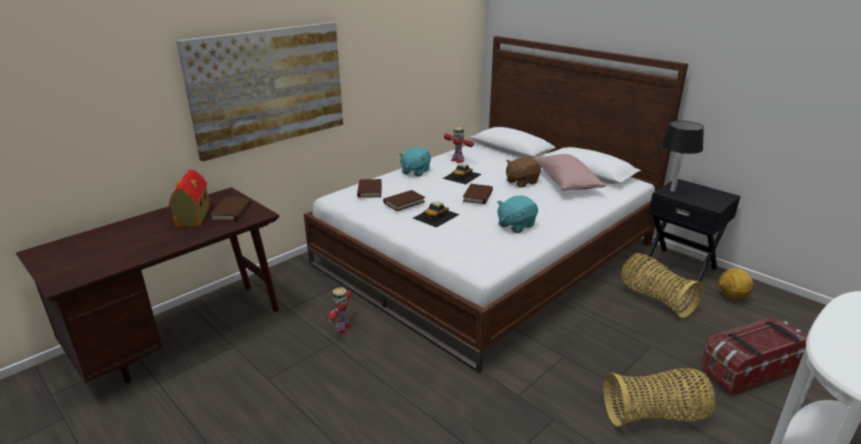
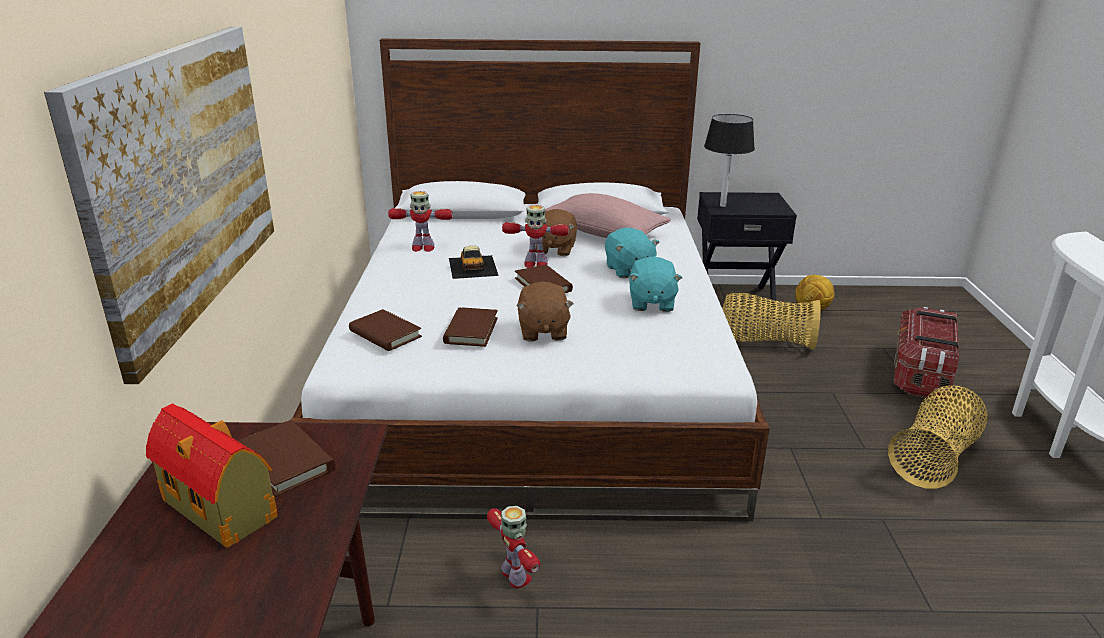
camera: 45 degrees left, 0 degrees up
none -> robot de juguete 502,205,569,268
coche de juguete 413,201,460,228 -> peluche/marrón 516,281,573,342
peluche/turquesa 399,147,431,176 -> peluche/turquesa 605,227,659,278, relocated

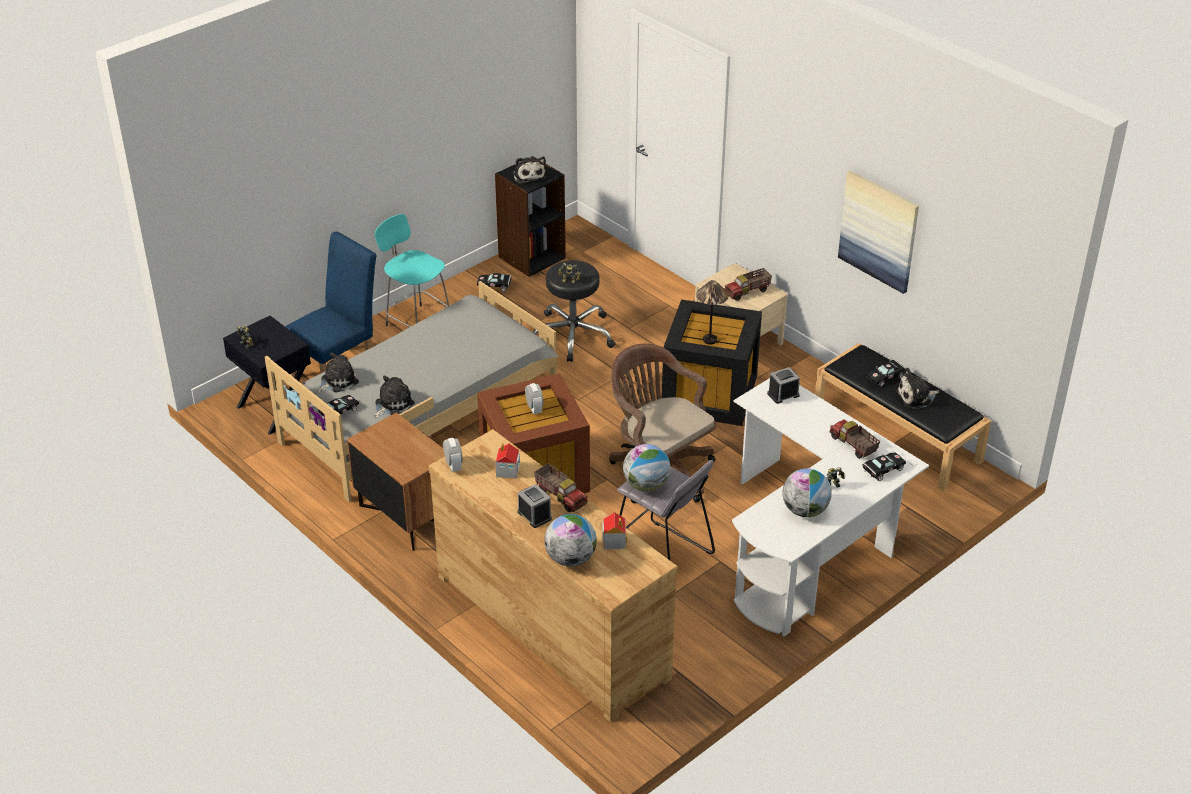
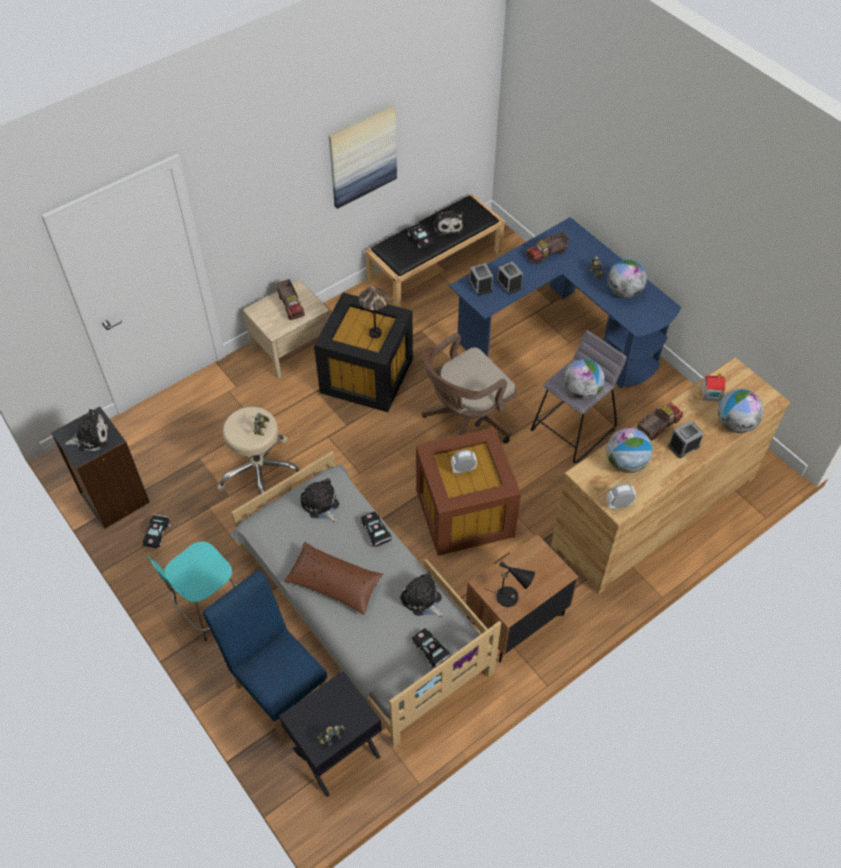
camera: 85 degrees left, 15 degrees up
taburete/negro 533,260,616,362 -> taburete/beis 217,407,300,507
none -> cojín/marrón 284,542,384,615
peluche 316,352,359,393 -> peluche 301,478,339,523, relocated
coche de juguete/negro 862,452,906,481 -> coche de juguete/negro 361,511,392,547, relocated
escritorio/blanco 732,378,929,637 -> escritorio/azul 449,217,681,388
none -> lámpara de mesa/negro 484,561,535,607
none -> despertador 497,261,523,295
casita 495,443,520,479 -> globo terráqueo 606,428,653,473

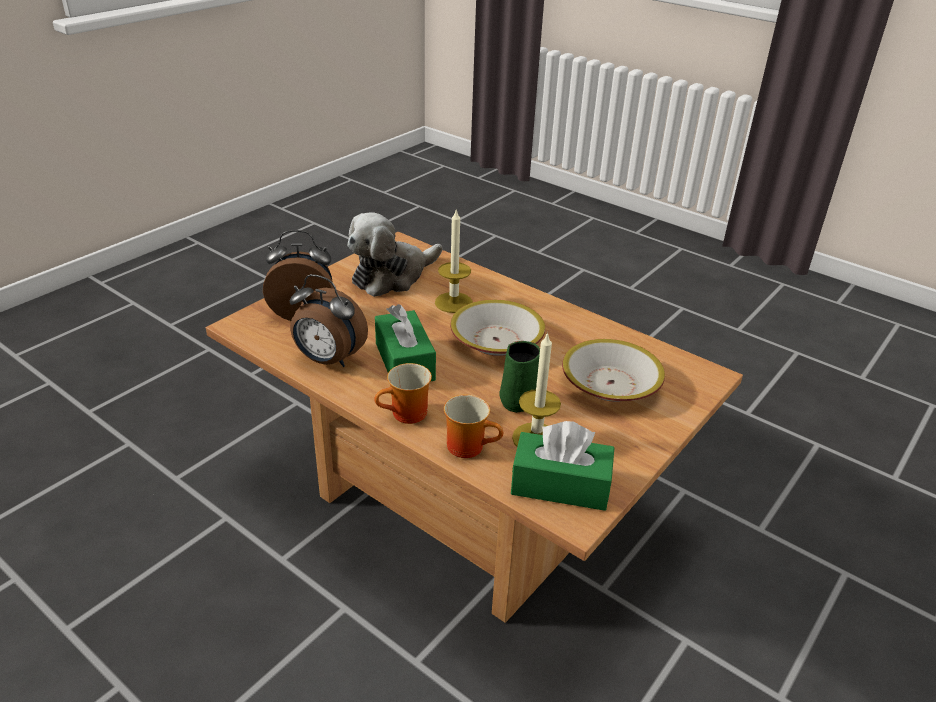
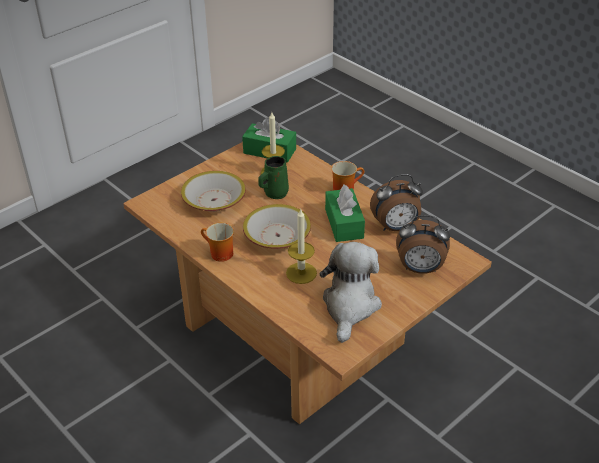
camera: 170 degrees left, 5 degrees up
taza grande 444,395,503,458 -> taza grande 201,223,234,262, relocated
peluche 347,212,442,297 -> peluche 319,242,382,343, 45 degrees counterclockwise
despertador 290,274,368,367 -> despertador 370,174,423,231, 135 degrees clockwise

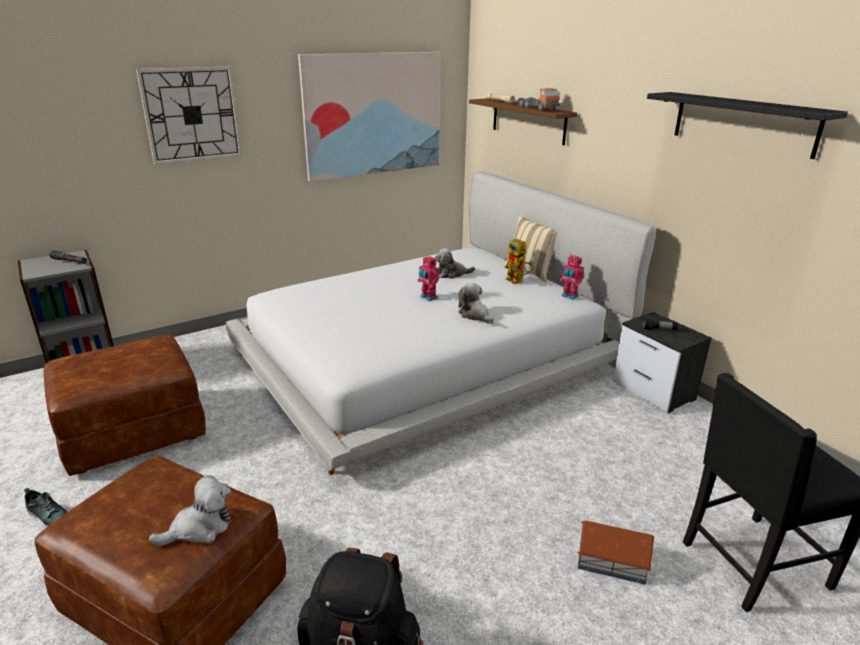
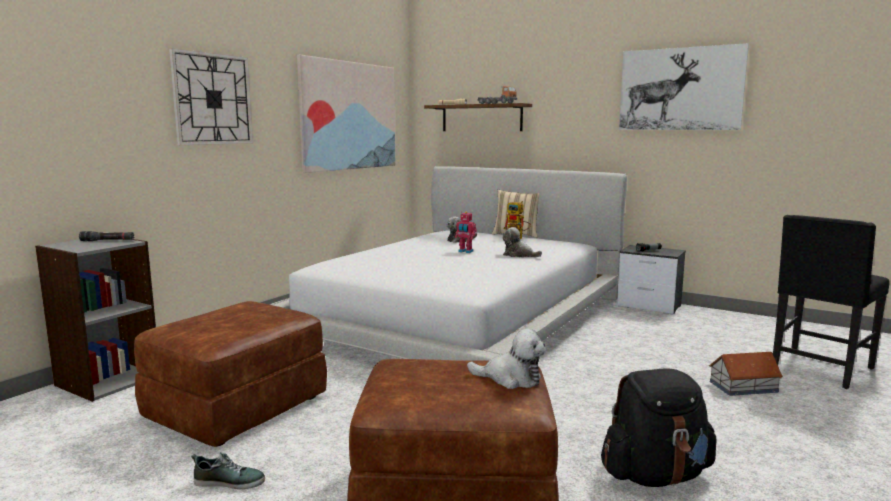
camera: 25 degrees left, 15 degrees down
peluche 149,475,231,546 -> peluche 467,329,546,389, 75 degrees clockwise
estante/negro 647,92,848,159 -> cuadro 619,43,749,130
robot de juguete 560,255,584,300 -> none

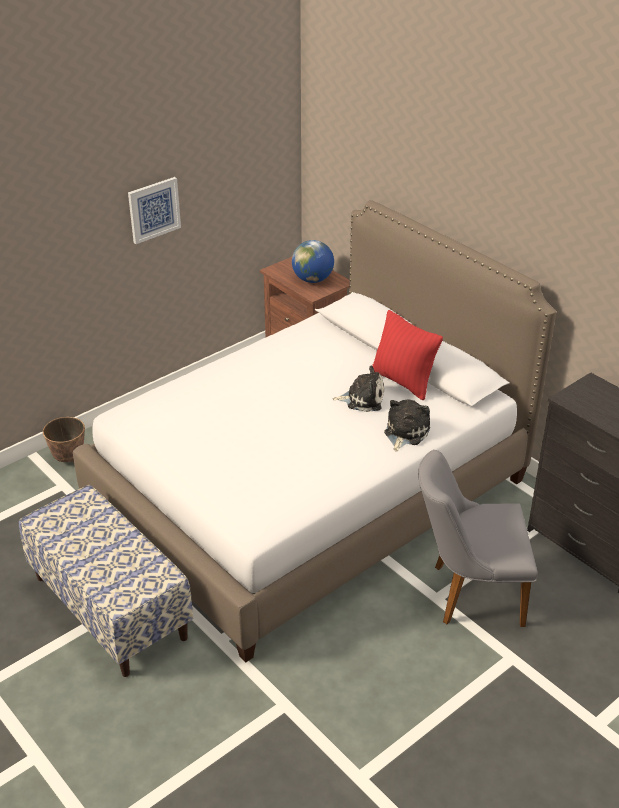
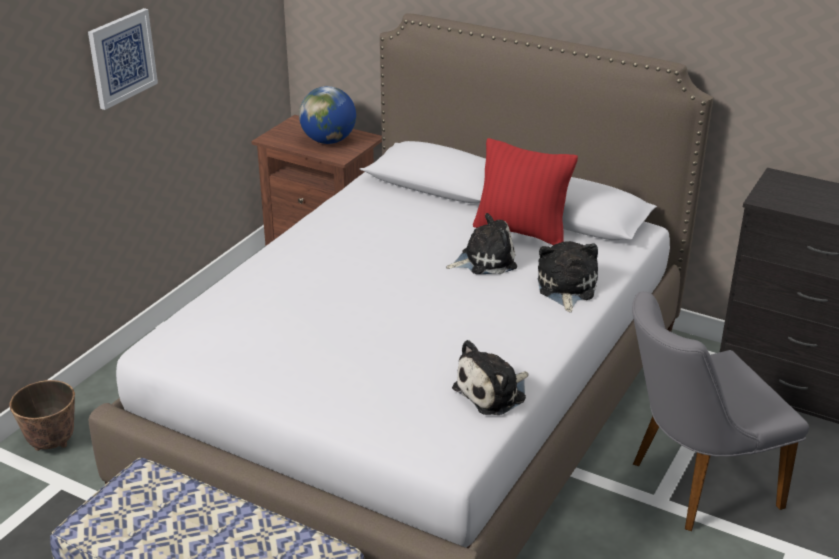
camera: 20 degrees left, 5 degrees down
none -> peluche 452,340,529,415

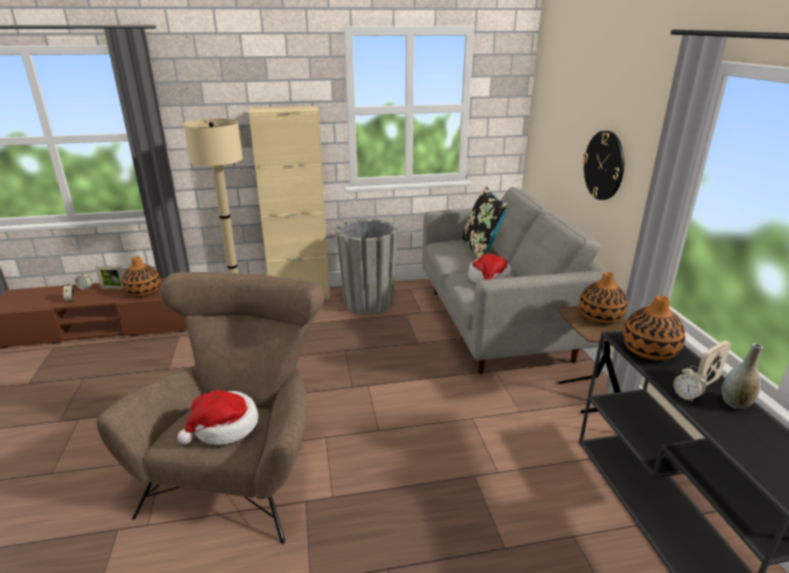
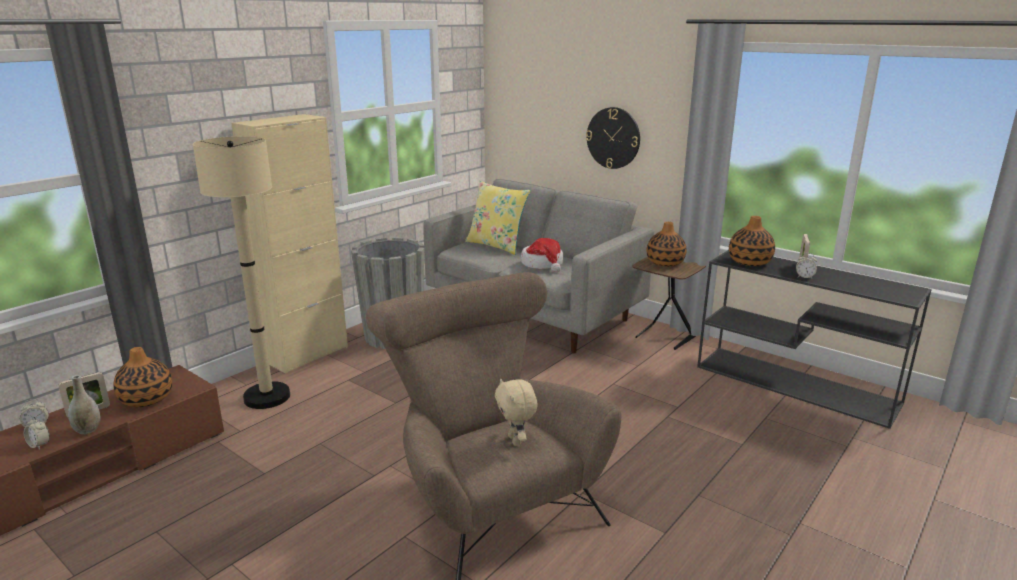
camera: 40 degrees left, 5 degrees down
florero/gris 722,343,763,409 -> florero/gris 68,375,100,434, relocated
cojín/negro 462,186,509,259 -> cojín/amarillo 465,181,531,255
sombrero 177,390,258,445 -> peluche/beis 495,379,538,446

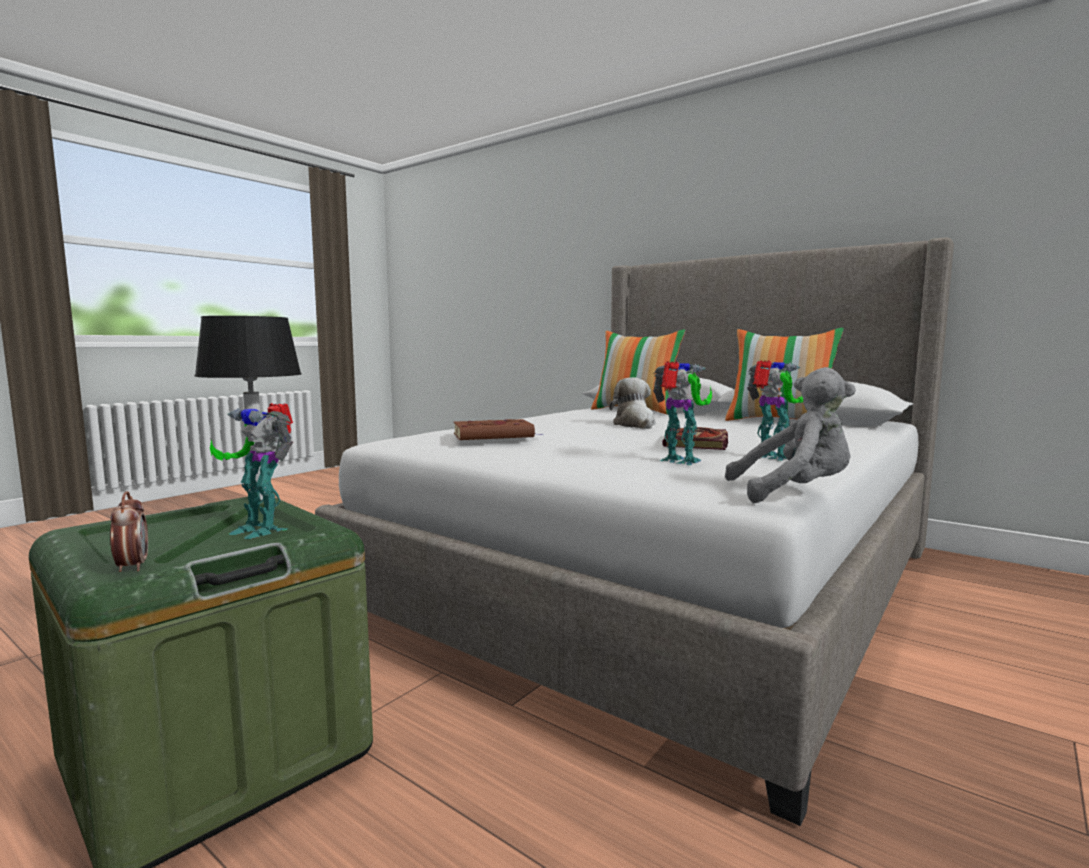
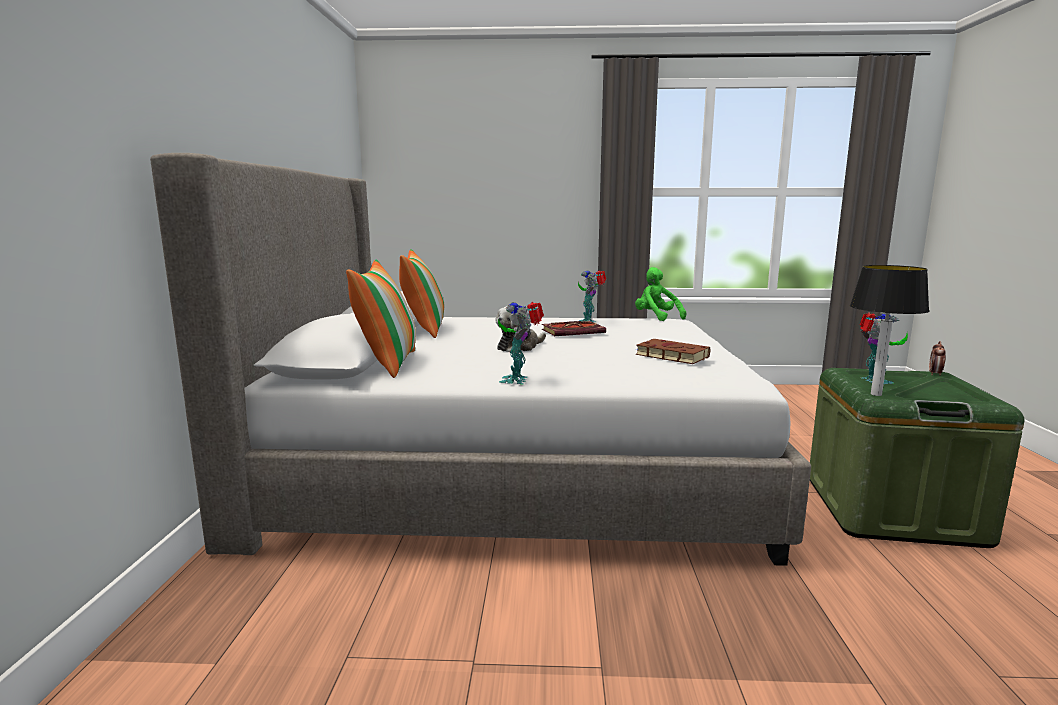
camera: 125 degrees left, 5 degrees up
robot de juguete 653,361,712,465 -> robot de juguete 498,302,544,385, relocated
peluche/gris 725,367,856,503 -> peluche/verde 635,267,687,321

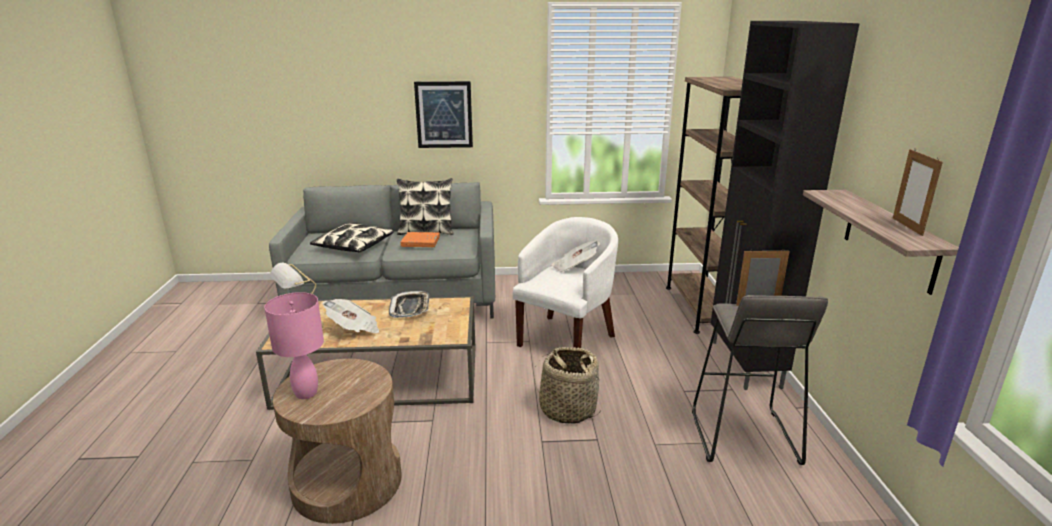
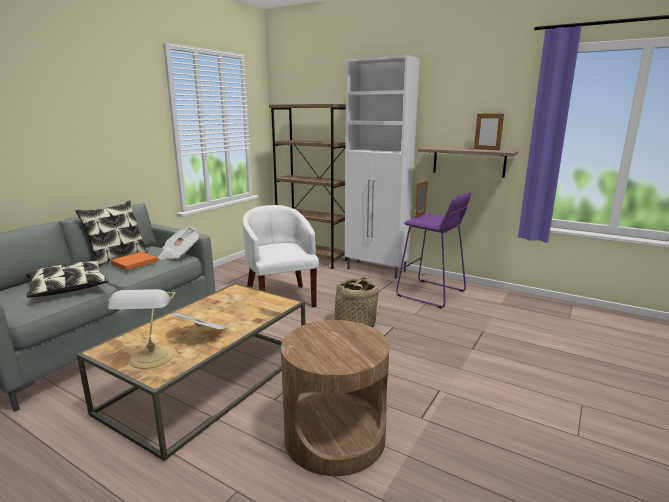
camera: 55 degrees left, 5 degrees down
periódico 551,241,600,272 -> periódico 158,228,199,259, relocated
armario/negro 711,21,860,390 -> armario/blanco 345,55,420,279
taburete/gris 692,295,828,465 -> taburete/morado 396,193,471,308
lámpara de mesa/rosa 264,292,324,399 -> none
bandeja 389,291,429,318 -> none
cuadro 414,81,473,148 -> none

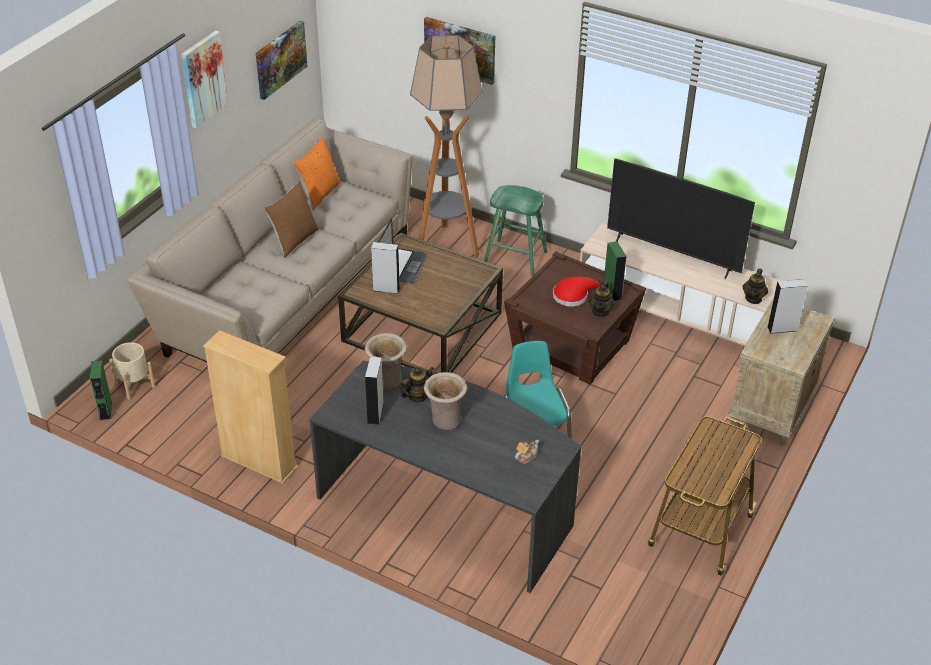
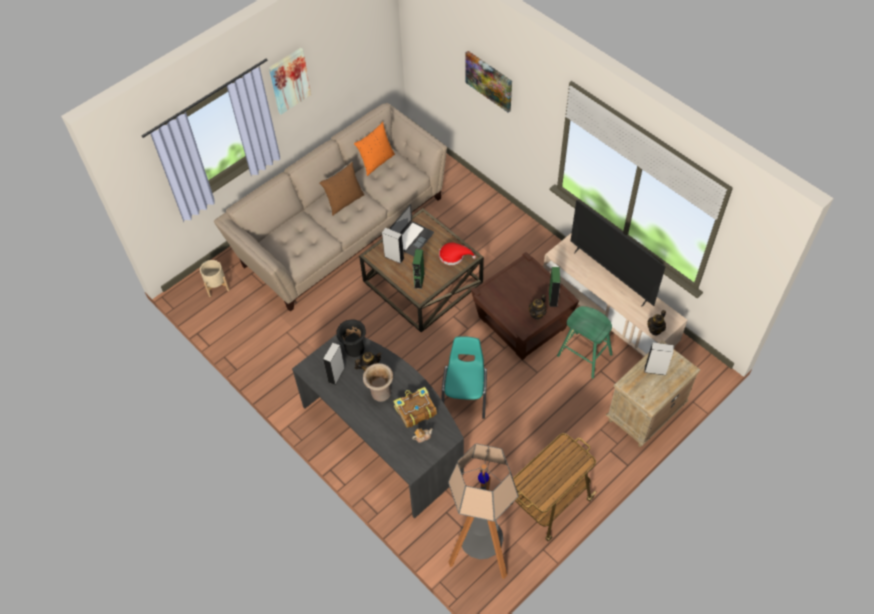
camera: 20 degrees right, 15 degrees up
florero/beis 365,333,407,389 -> florero/negro 336,319,366,357
none -> libro 393,387,437,428
altavoz/verde 90,360,112,421 -> altavoz/verde 413,249,425,289, relocated
sombrero/rojo 553,277,601,307 -> sombrero/rojo 439,243,476,265, relocated
lámpara de pie 410,35,483,258 -> lámpara de pie 448,443,519,579, relocated
taburete/verde 484,185,547,276 -> taburete/verde 557,306,613,379, relocated
estantería/beis 203,330,298,484 -> none
cuadro 256,21,308,100 -> none

